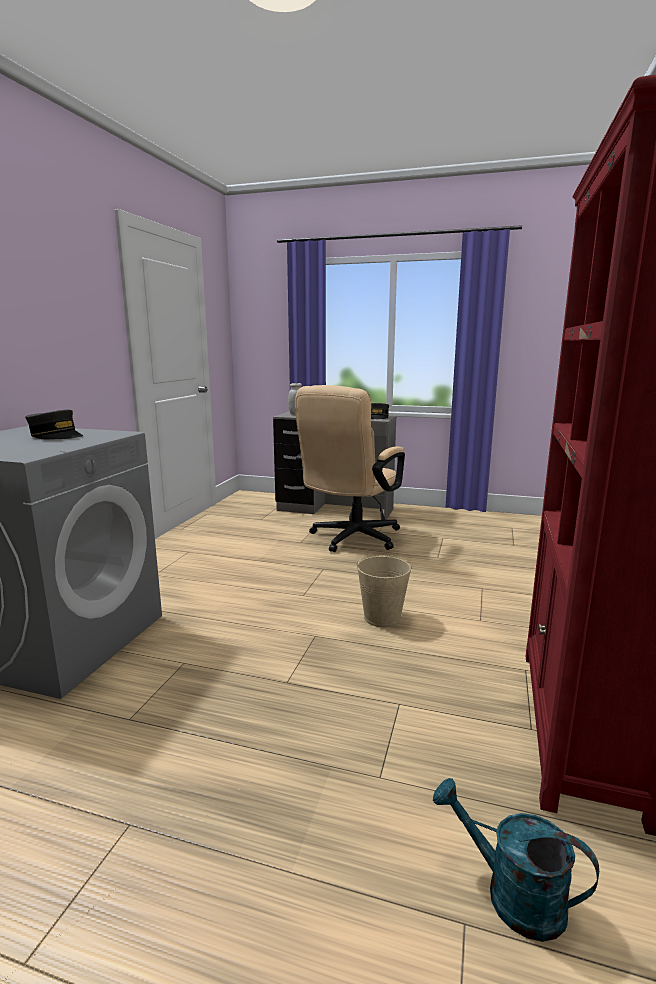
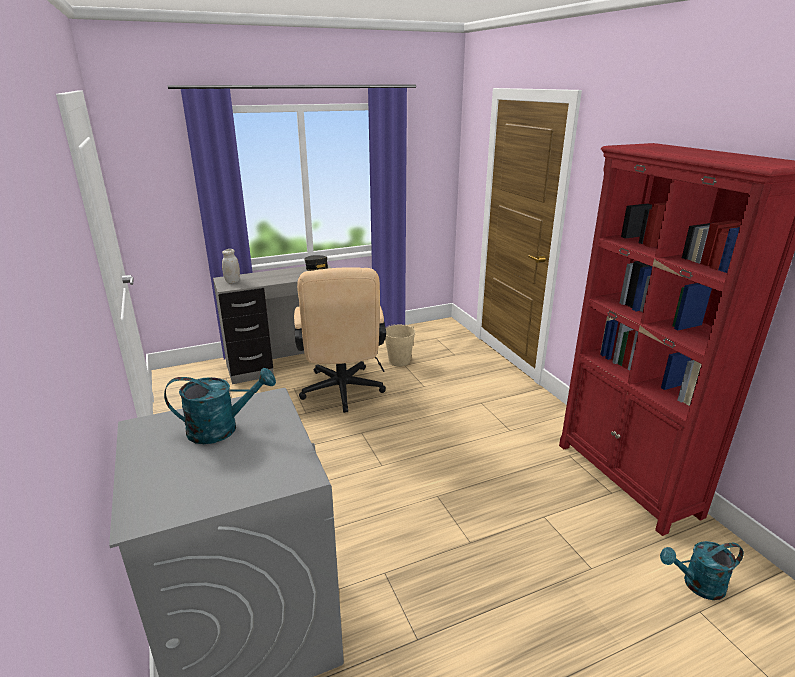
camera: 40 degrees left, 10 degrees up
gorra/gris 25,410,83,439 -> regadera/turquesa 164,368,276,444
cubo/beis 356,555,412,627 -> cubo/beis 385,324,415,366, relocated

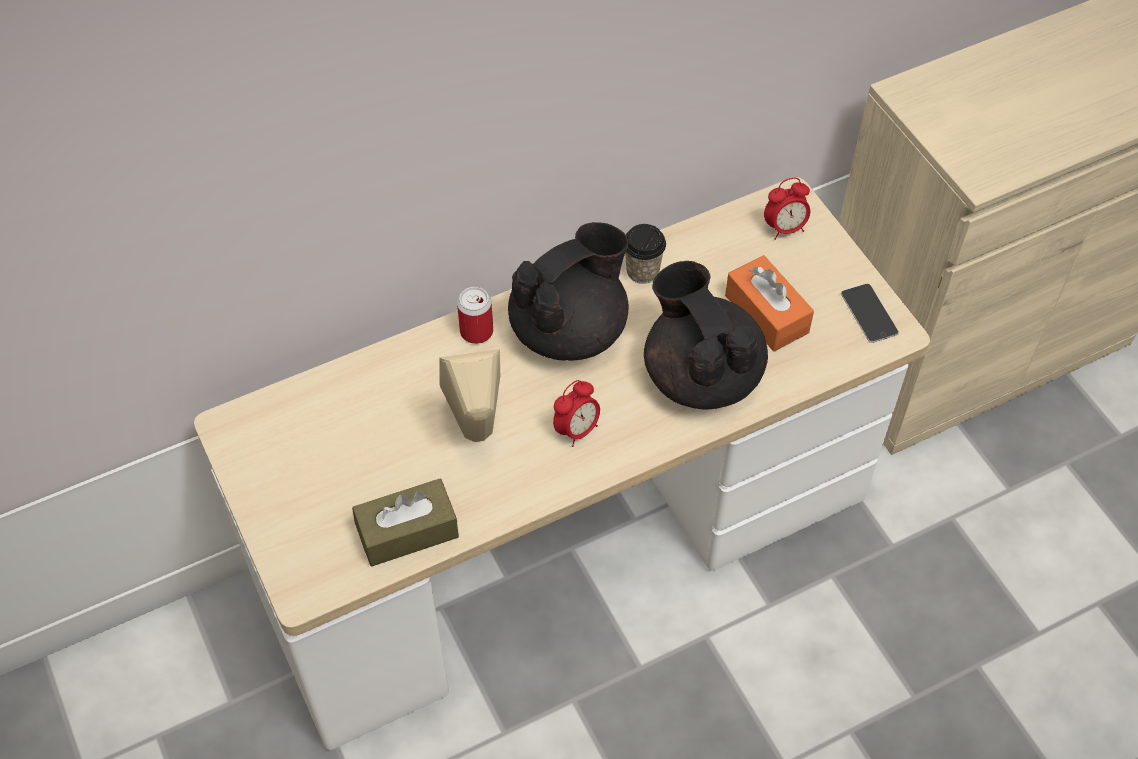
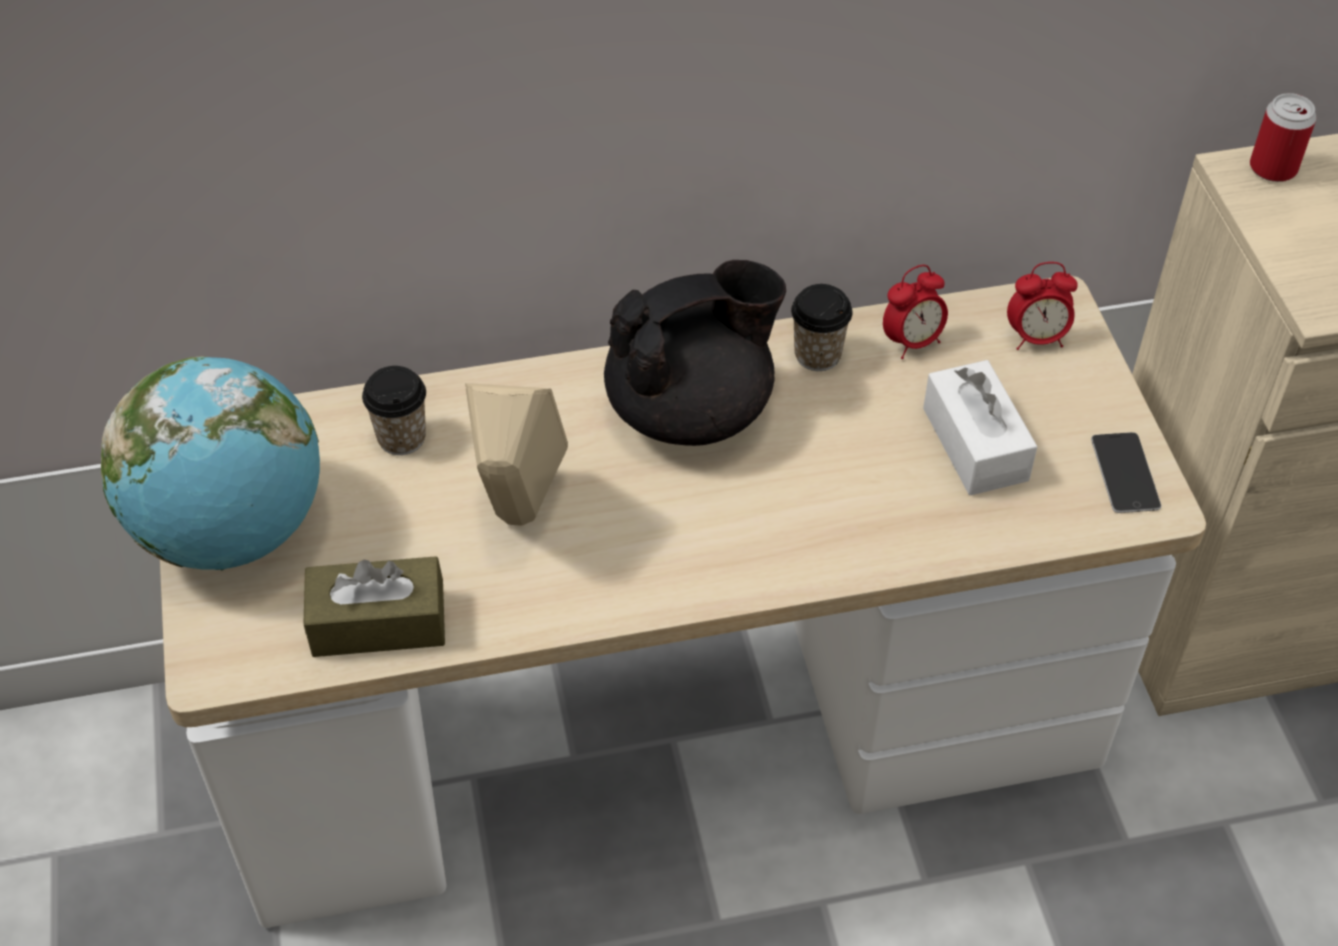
camera: 15 degrees right, 5 degrees down
none -> globo terráqueo 101,356,320,570
none -> taza 362,366,426,455
despertador 553,380,600,447 -> despertador 883,265,948,359, relocated
caja de pañuelos/naranja 725,255,814,352 -> caja de pañuelos/blanco 923,360,1038,495
lata 457,287,493,344 -> lata 1250,93,1316,182, relocated
tetera/negro 644,261,768,410 -> none

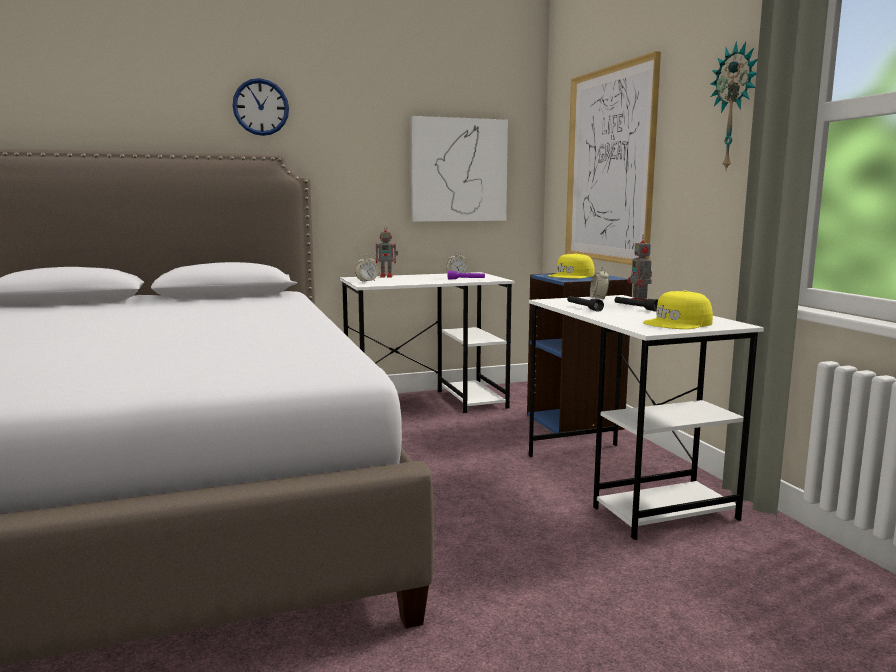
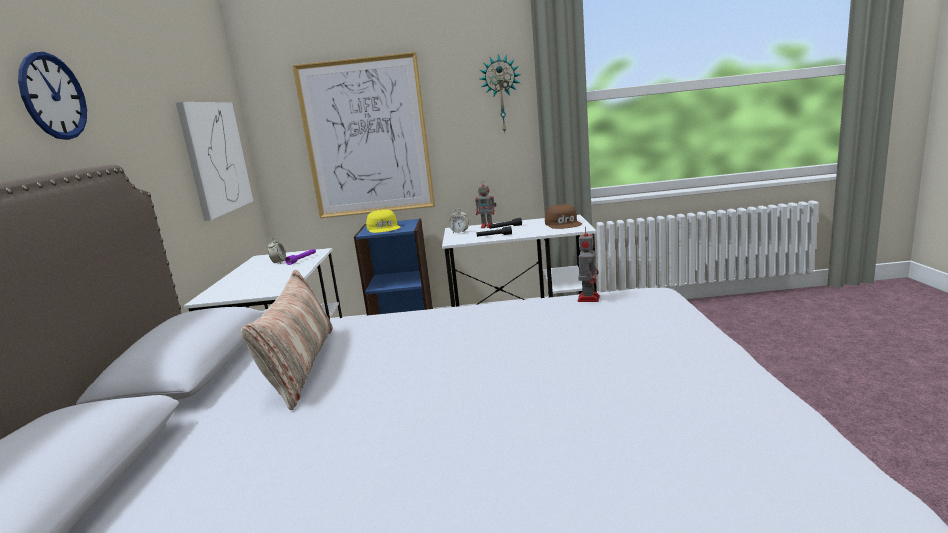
camera: 70 degrees left, 5 degrees up
none -> cojín 241,270,333,410
gorra/amarillo 643,290,713,329 -> gorra/marrón 545,204,582,229
robot de juguete 376,225,398,278 -> robot de juguete 577,226,600,302, relocated
despertador 355,254,378,282 -> none

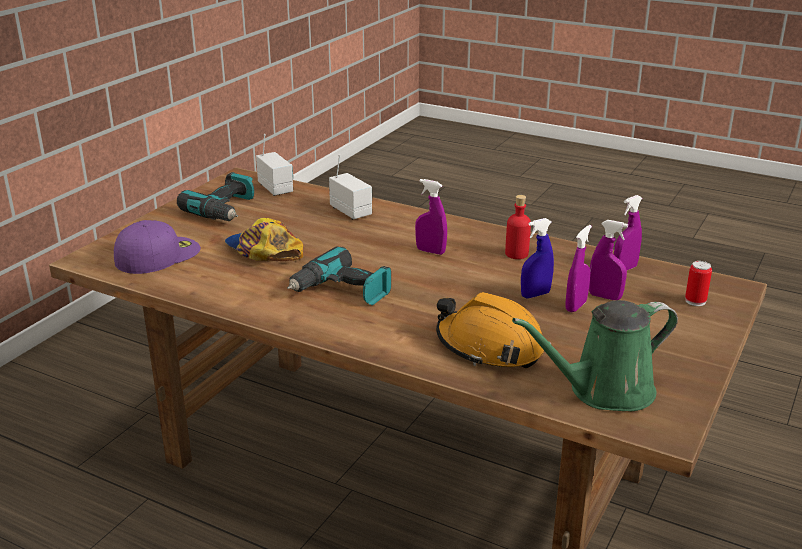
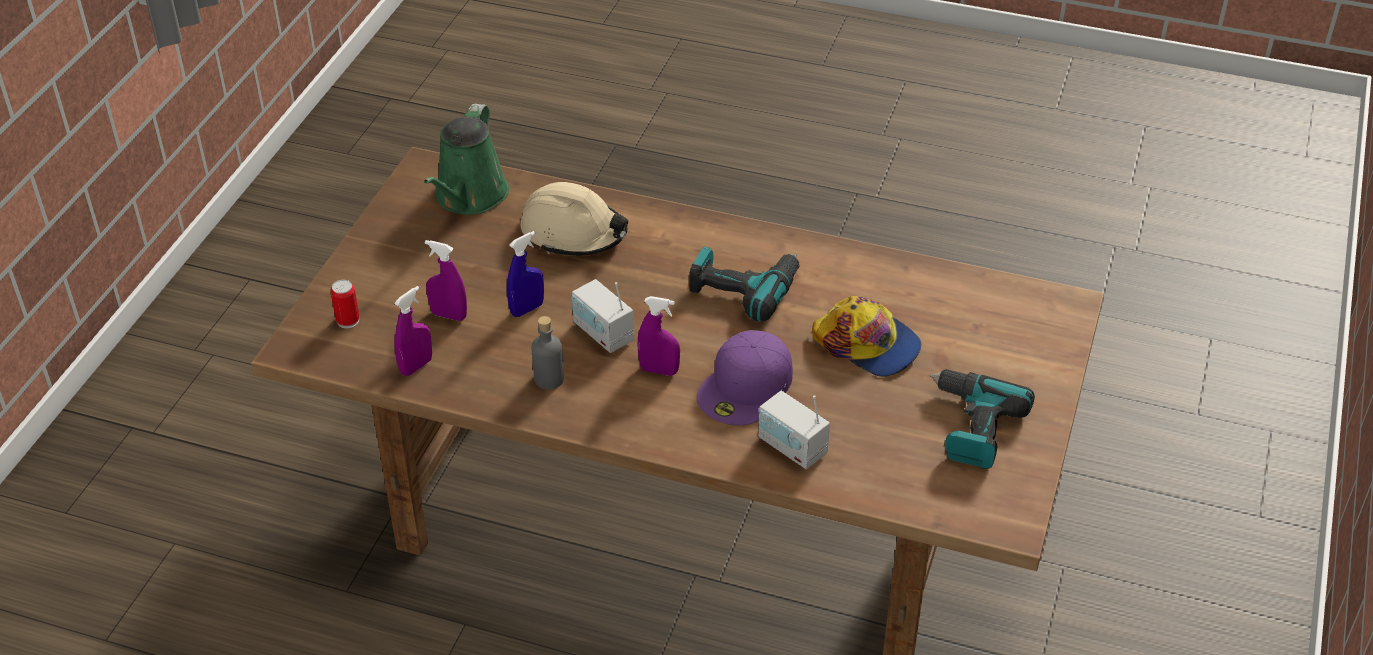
camera: 170 degrees right, 15 degrees up
regadera/verde 512,300,678,411 -> regadera/verde 424,104,509,215, 135 degrees clockwise
casco/naranja 436,292,544,368 -> casco/beis 521,182,628,256
botella/rojo 505,195,531,259 -> botella/gris 531,316,564,390
radio 256,134,293,196 -> radio 572,279,634,353, relocated
gorra/morado 114,220,201,274 -> gorra/morado 697,330,793,425, relocated
pulverizador/morado 565,225,592,312 -> none

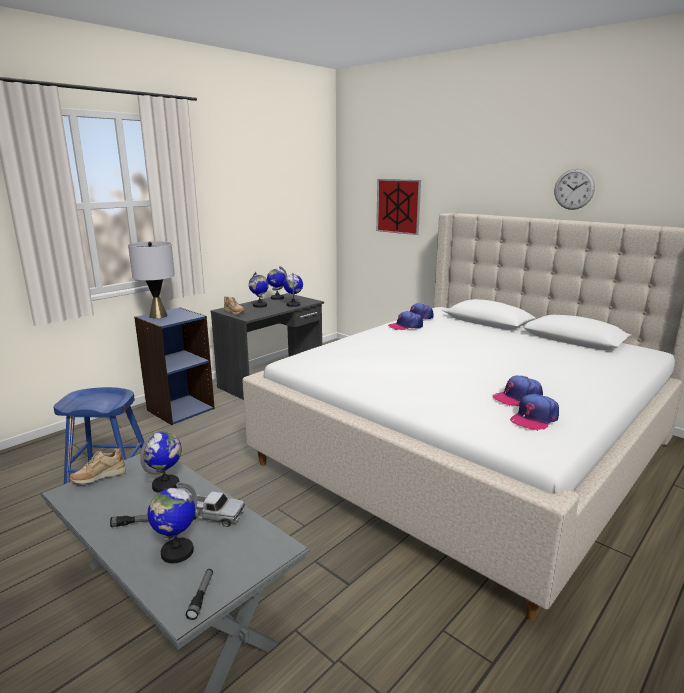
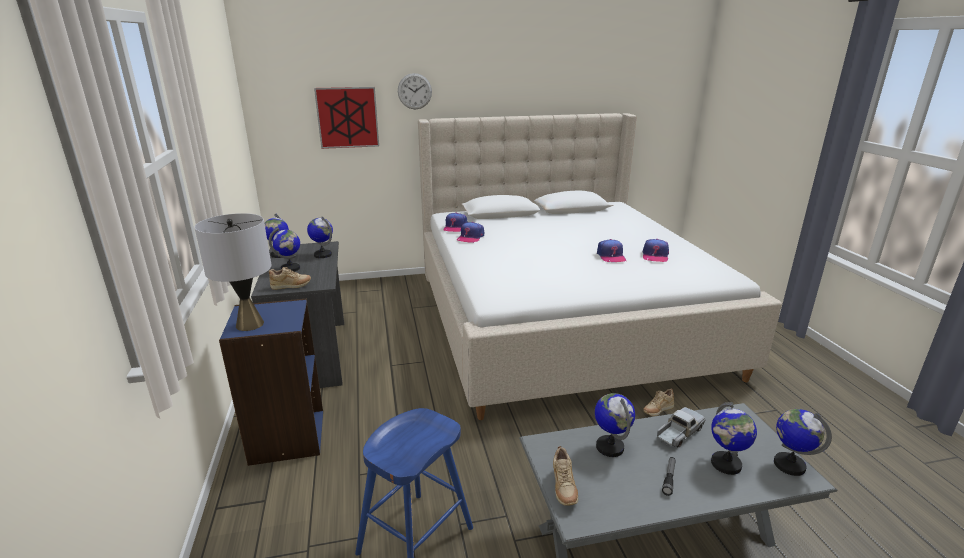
camera: 55 degrees left, 5 degrees up
reloj de pared 554,169,595,210 -> reloj de pared 398,73,432,109, relocated
gorra 510,394,559,431 -> gorra 597,239,626,262, relocated
none -> zapato/beis 643,389,674,416
linterna 186,569,213,620 -> globo terráqueo 774,409,832,476

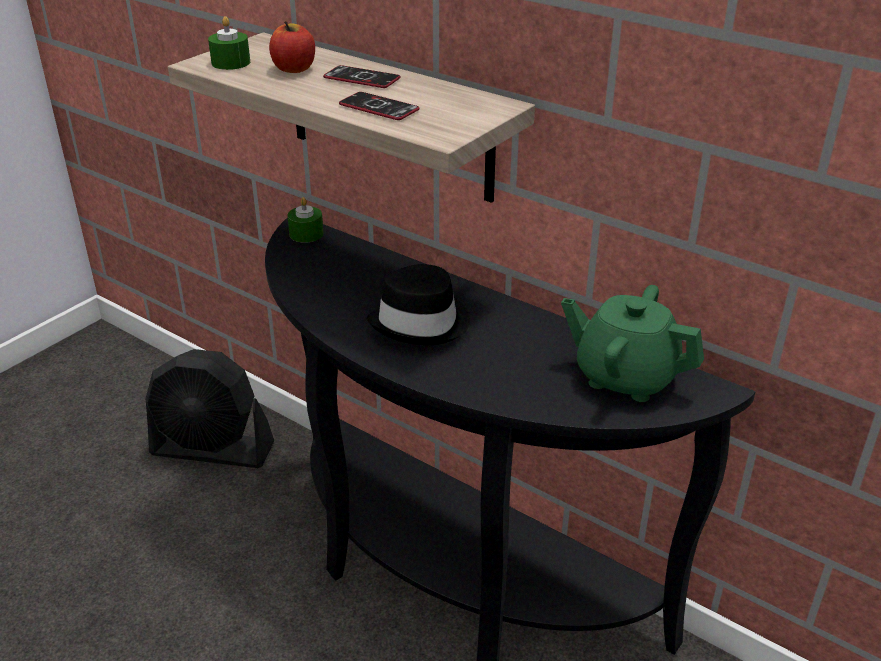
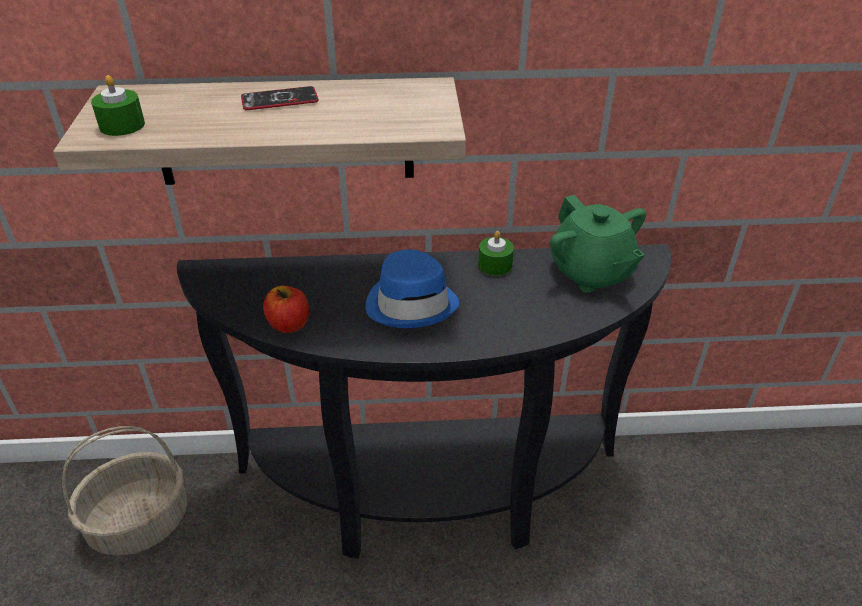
camera: 40 degrees left, 5 degrees up
ventilador/negro 145,349,274,468 -> cesta 62,426,187,555
manzana 269,21,315,73 -> manzana 263,286,309,333, relocated
sombrero/negro 367,264,470,345 -> sombrero/azul 365,250,459,328
vela/verde 287,197,324,243 -> vela/verde 478,231,514,276, relocated
tetera/verde 561,285,704,402 -> tetera/verde 550,195,646,293, 105 degrees counterclockwise
móvil 339,92,420,120 -> none

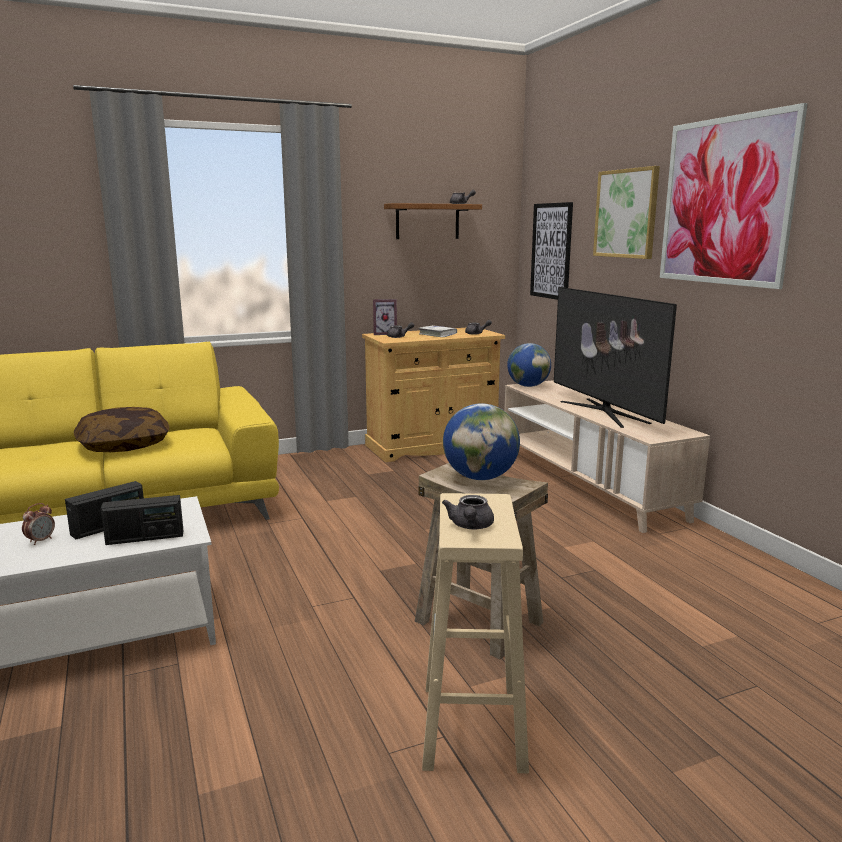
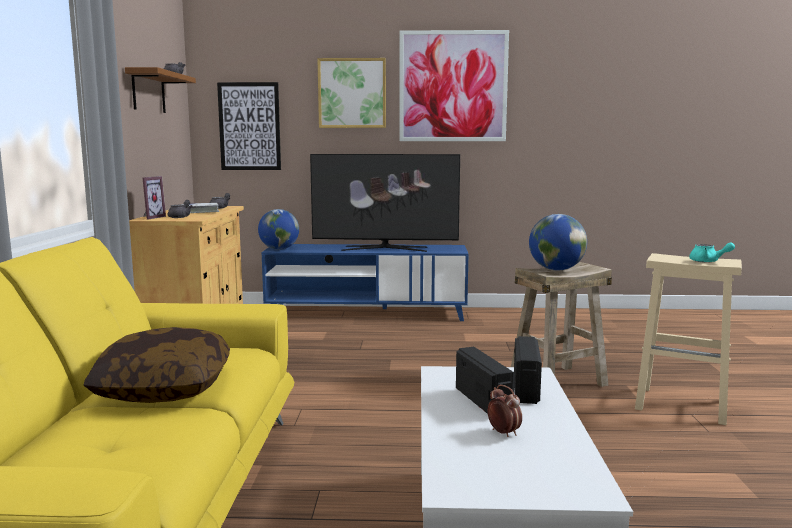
camera: 65 degrees left, 5 degrees down
mueble de televisión/beis 504,380,710,533 -> mueble de televisión/azul 261,244,468,321
tetera/gris 442,495,494,529 -> tetera/turquesa 689,242,735,263

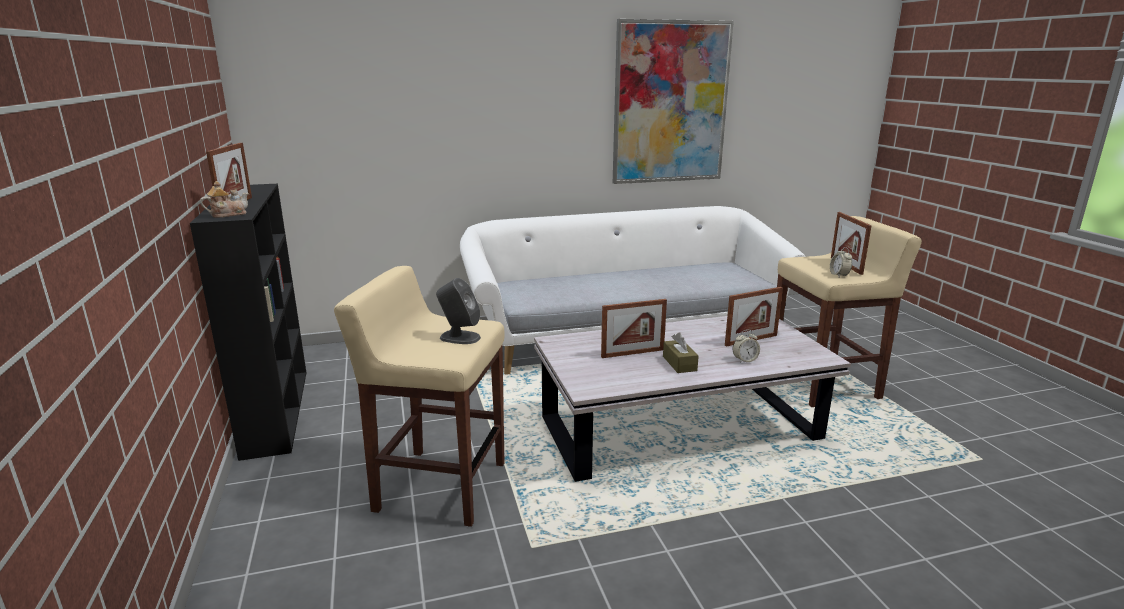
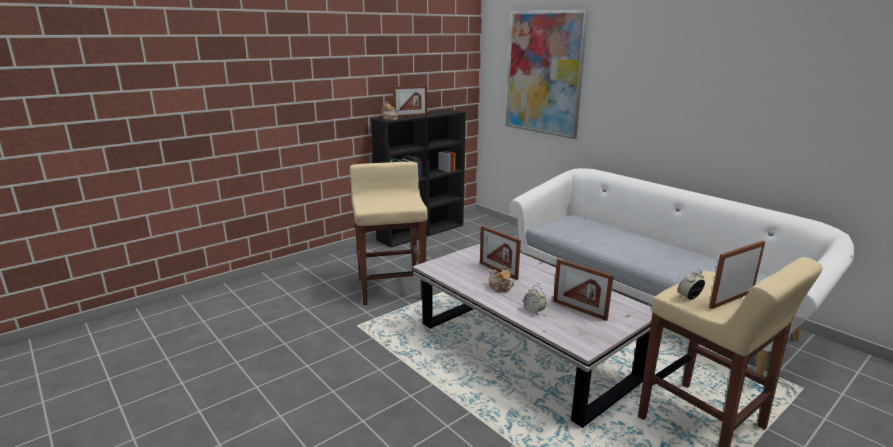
camera: 65 degrees right, 0 degrees up
caja de pañuelos/marrón 663,332,699,373 -> tetera 488,265,514,292
cuadro 613,19,734,184 -> cuadro 506,9,589,139, relocated
altavoz/gris 436,278,481,344 -> none

